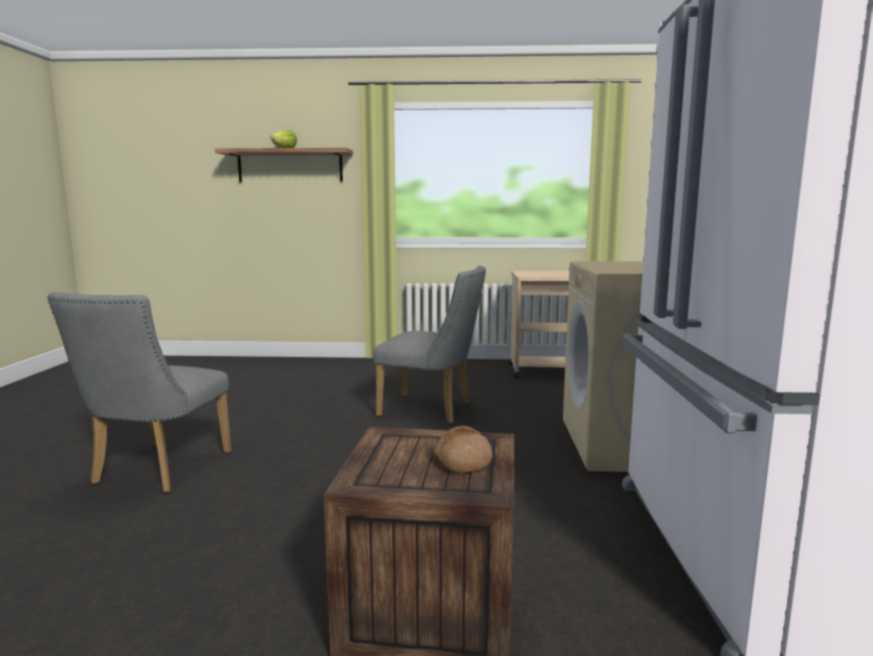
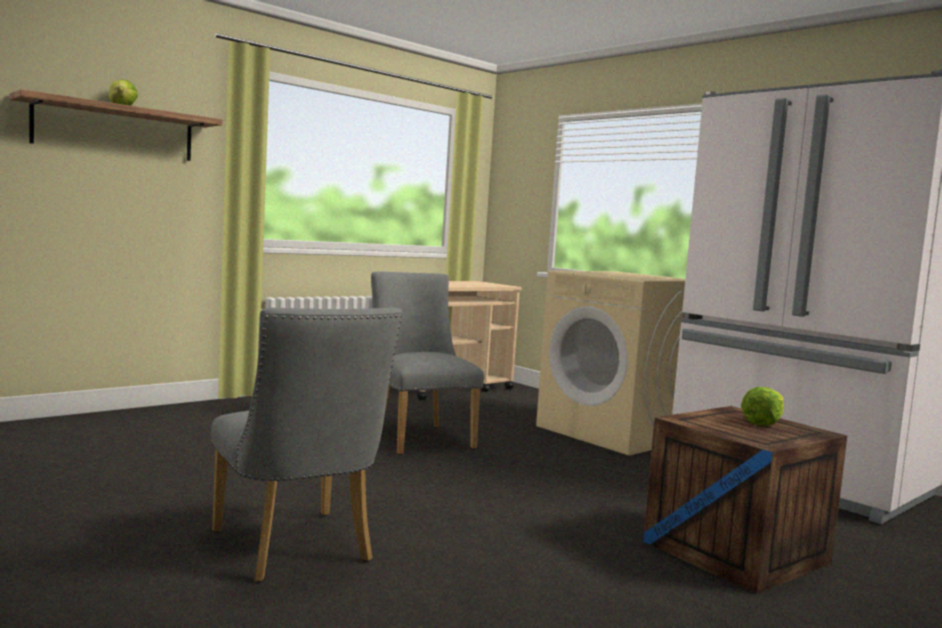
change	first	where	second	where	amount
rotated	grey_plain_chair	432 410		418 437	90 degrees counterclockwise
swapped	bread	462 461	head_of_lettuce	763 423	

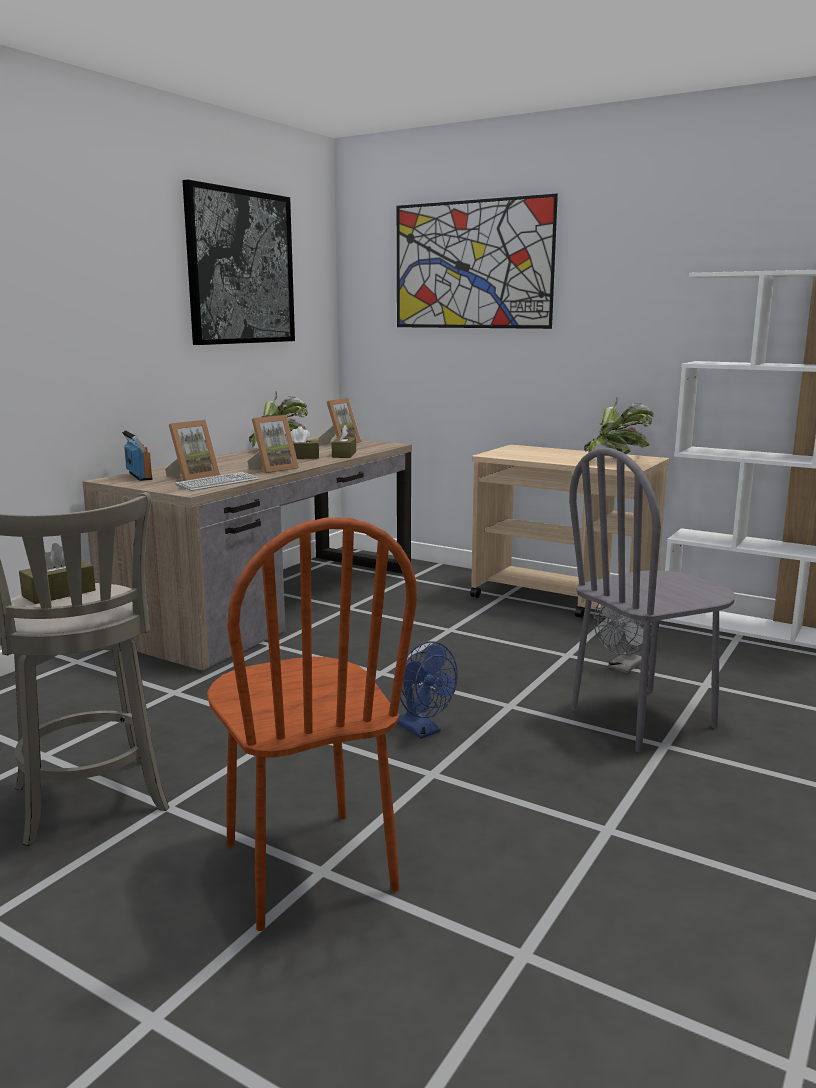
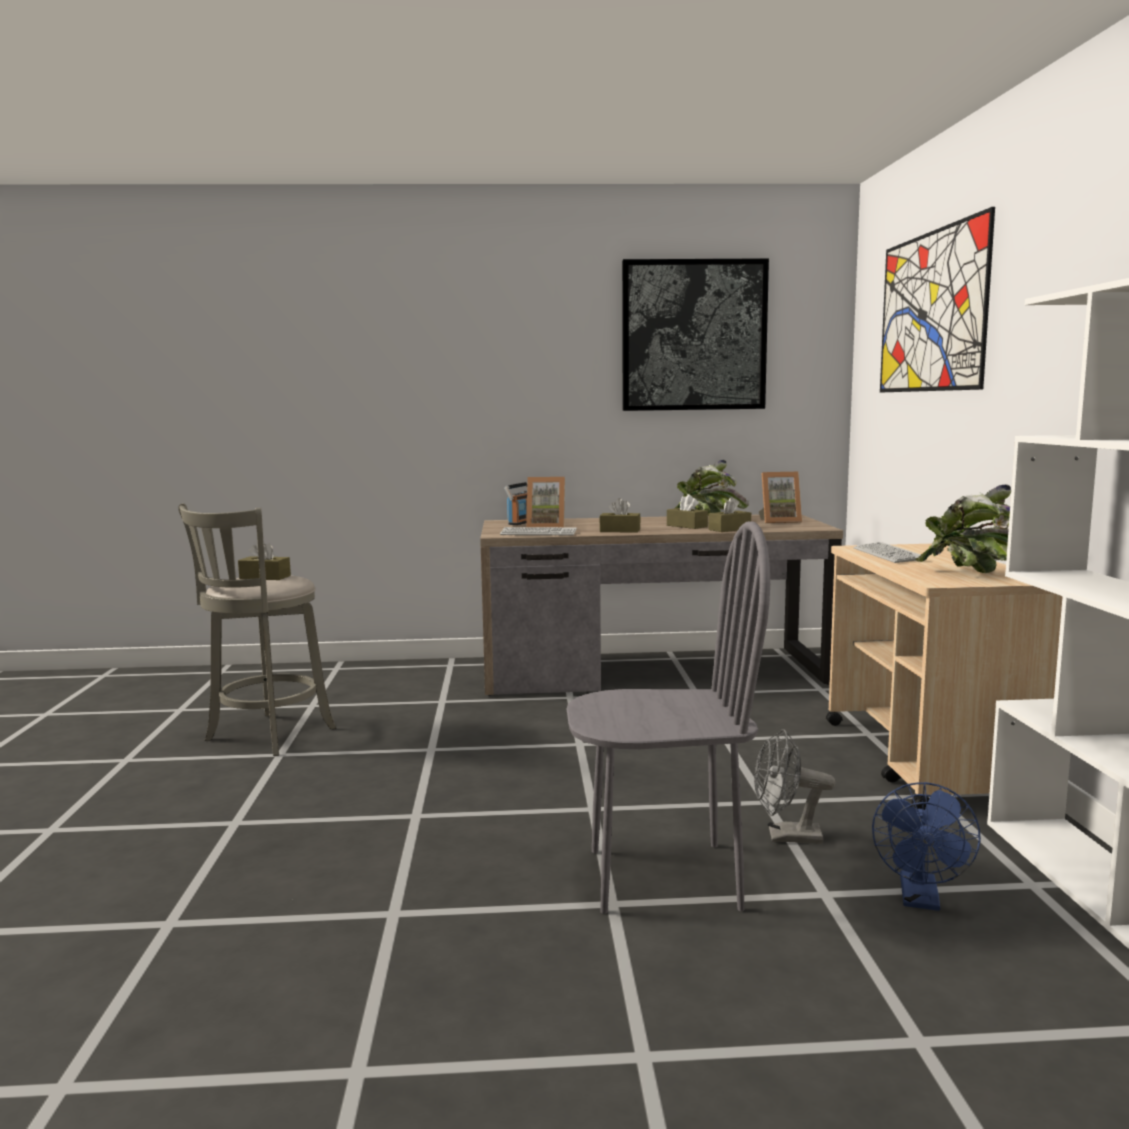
change	first	where	second	where	amount
swapped	photo_frame	273 469	brown-coloured_tissue_holder	620 530	
rotated	grey_plain_chair	643 718		663 877	150 degrees clockwise
gone	brown-coloured_plain_chair	307 867			
shifted	blue_cooling_fan	422 730		921 900	
new			PC_keyboard	888 554	

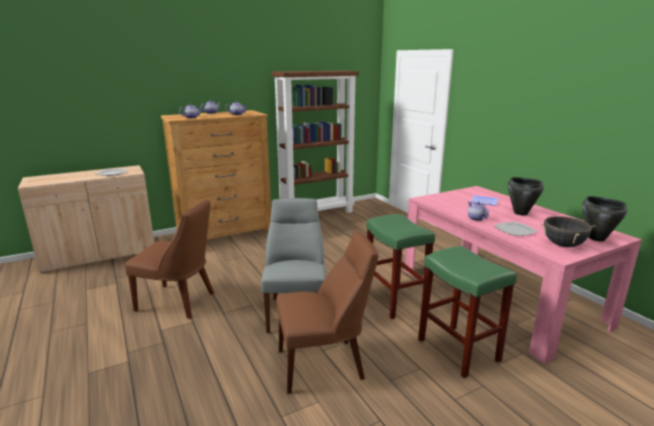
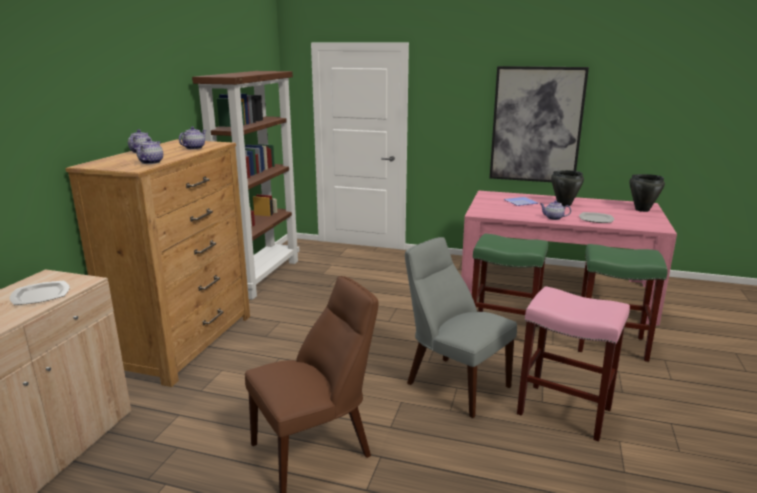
change	first	where	second	where	amount
gone	black-coloured_cooking_pot	563 245			
swapped	brown-coloured_plain_chair	324 364	pinkish_sitting_stool	565 411	
new			picture	536 125	

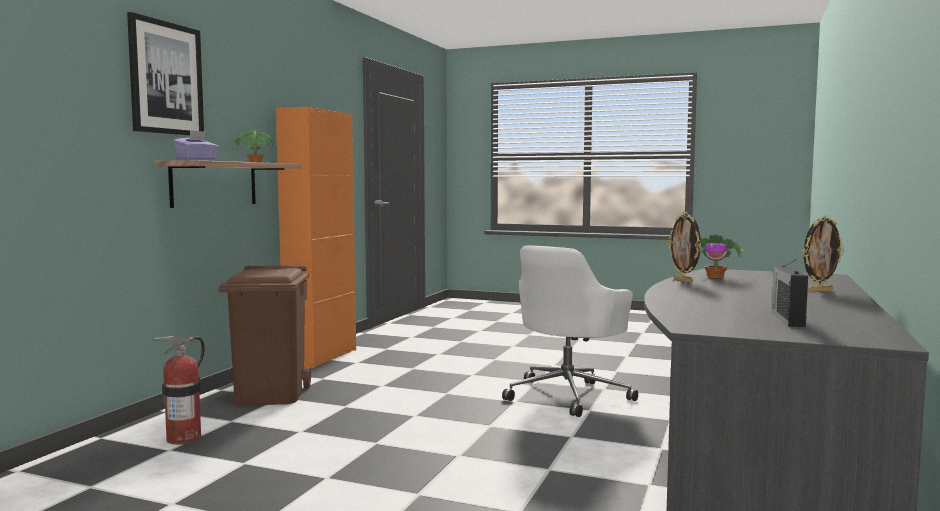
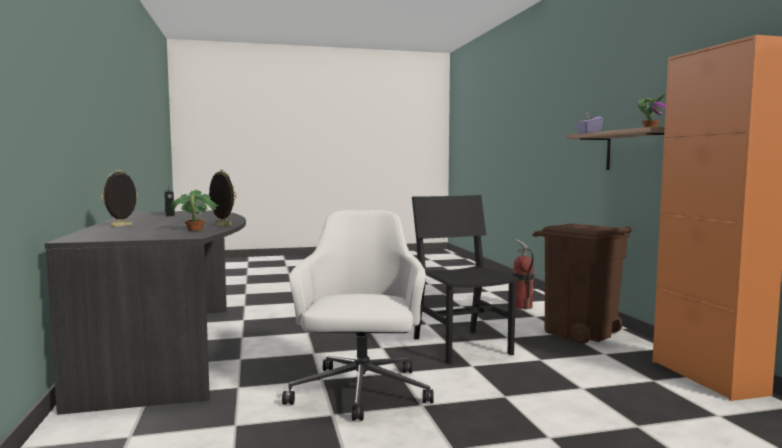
change	first	where	second	where	amount
gone	picture	166 78			
new			black-coloured_plain_chair	461 346	

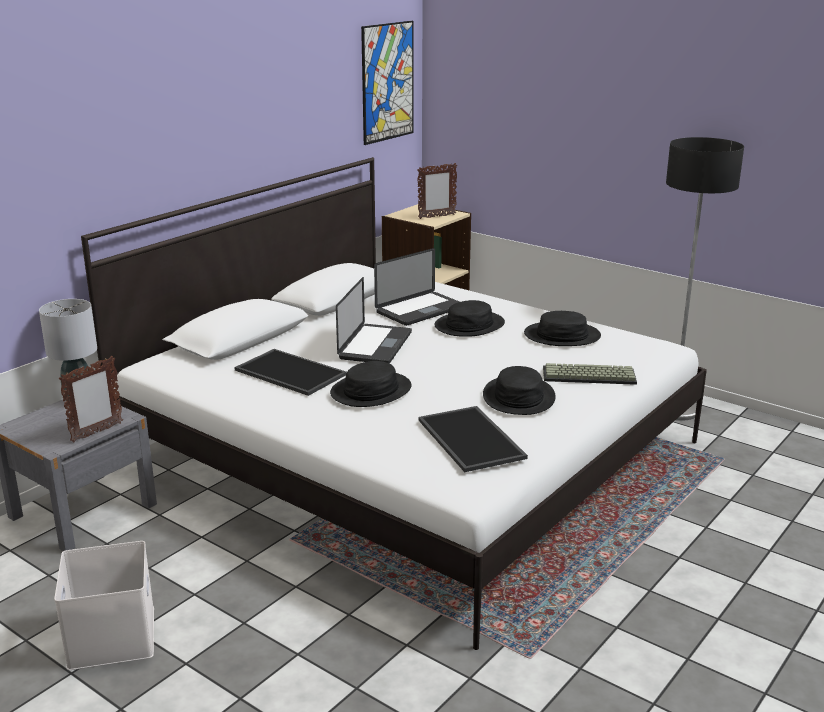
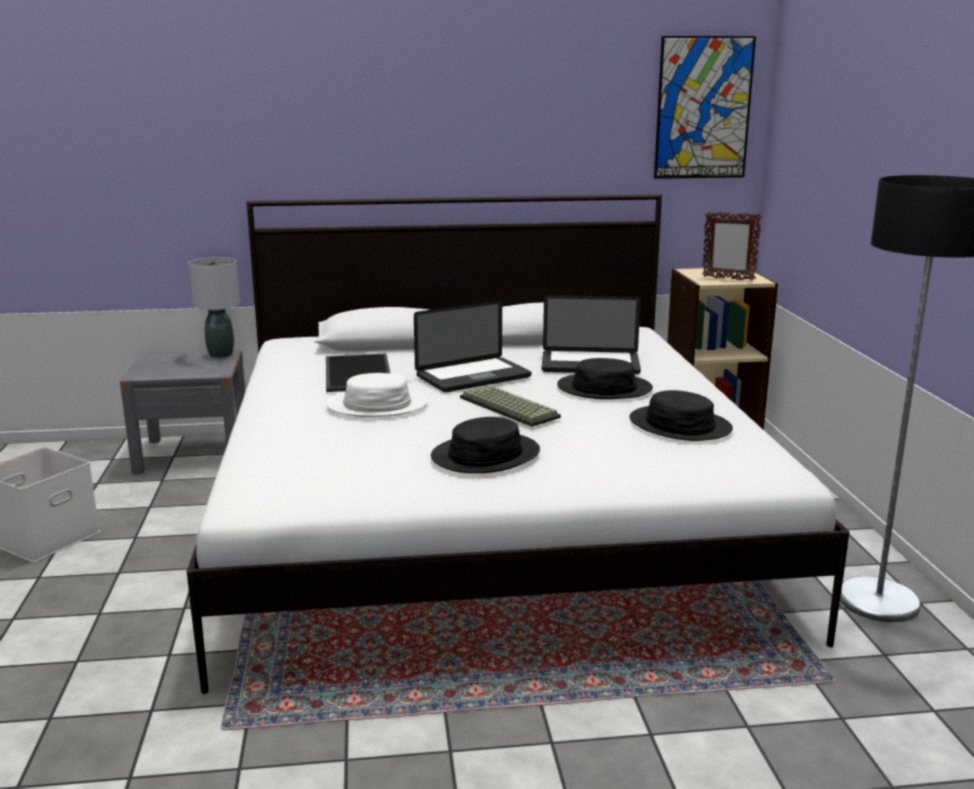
change	first	where	second	where	amount
gone	photo_frame	96 432			
repainted	black-coloured_clothing_hat	371 391	white-coloured_clothing_hat	377 405	
shifted	PC_keyboard	588 376		506 407	
gone	serving_tray	473 439			

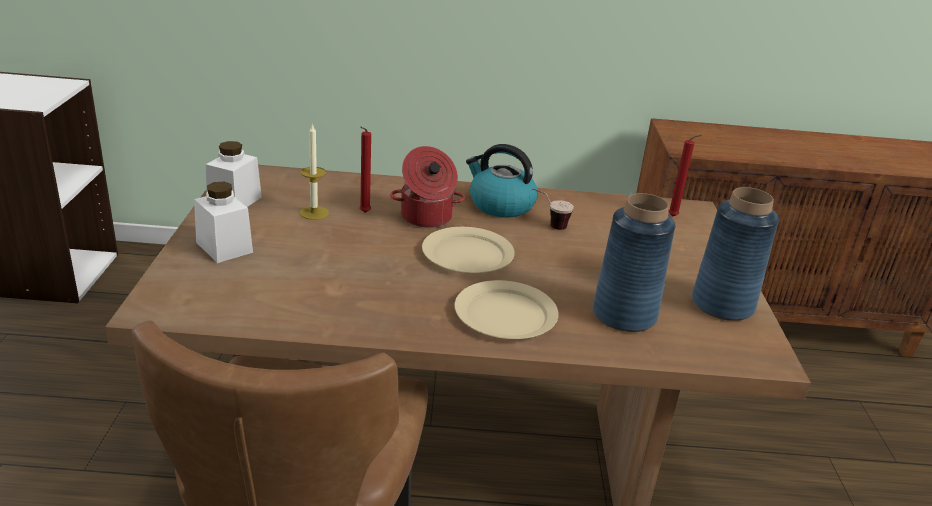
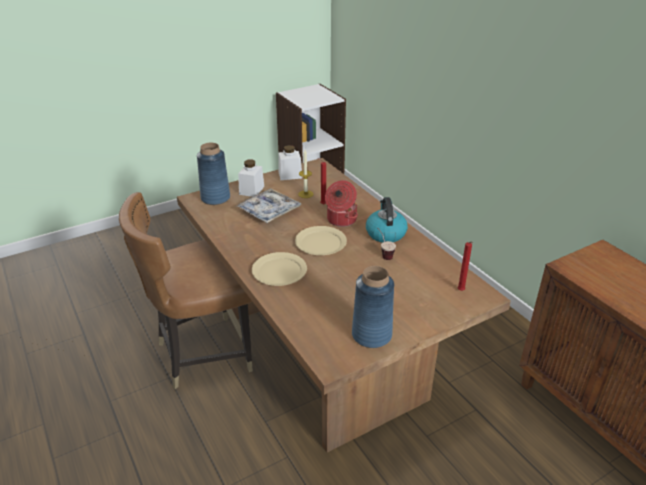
change	first	where	second	where	amount
shifted	blue_decorative_vase	624 315		215 198	
new			serving_tray	269 211	

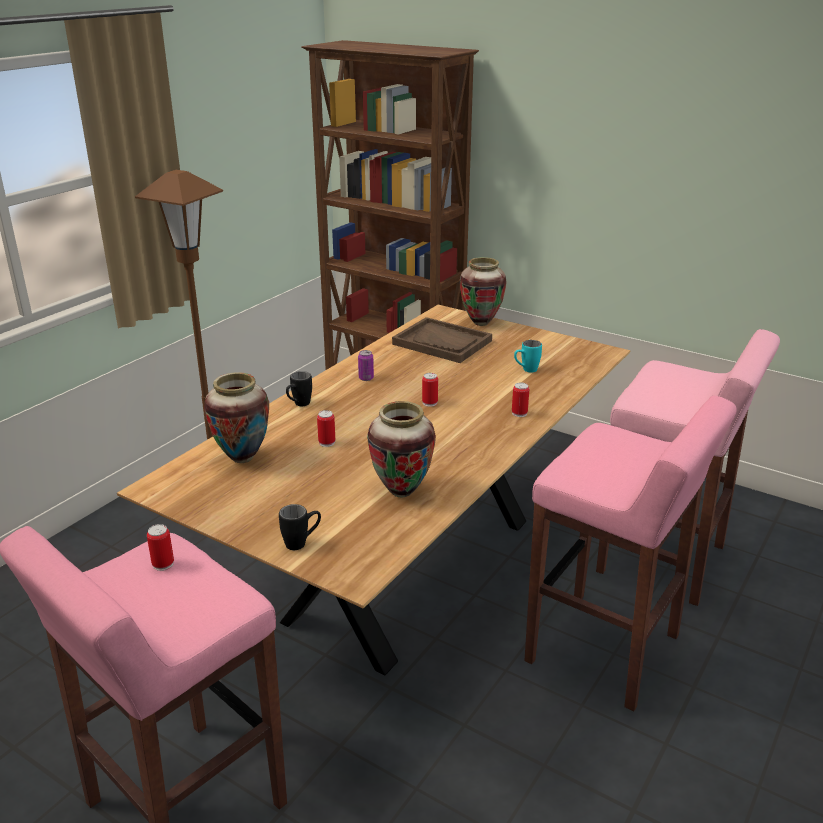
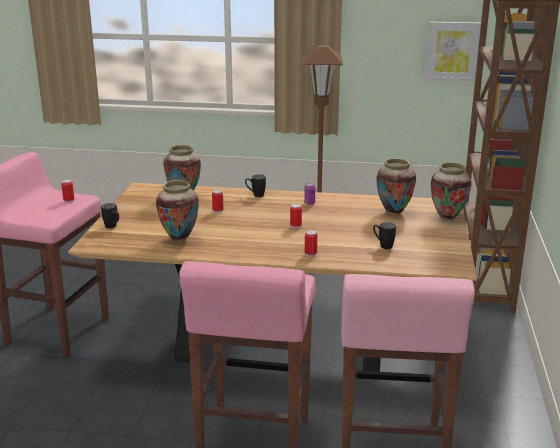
change	first	where	second	where	amount
swapped	brown-coloured_serving_tray	442 342	decorative_vase	393 213	
repainted	turquoise_tea_mug	526 370	black-coloured_tea_mug	383 245	
new			picture	452 51	

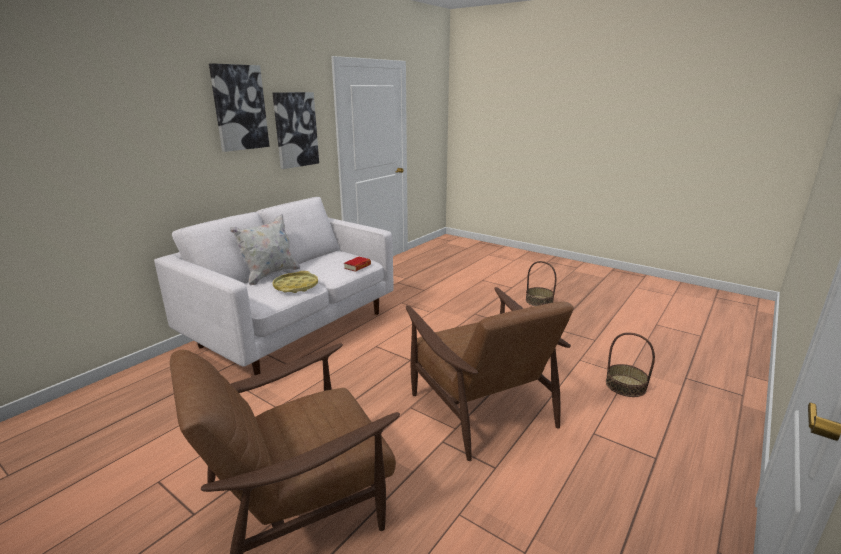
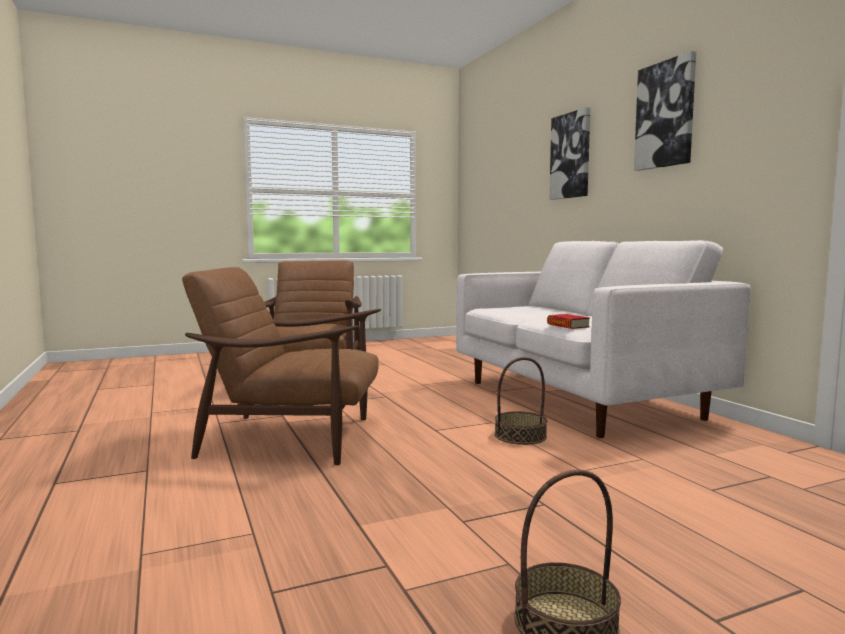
change	first	where	second	where	amount
shifted	picture	295 130		571 156	
gone	white-coloured_cushion	270 275			
gone	yellowish_serving_tray	296 286			
shifted	basket	625 385		520 436	

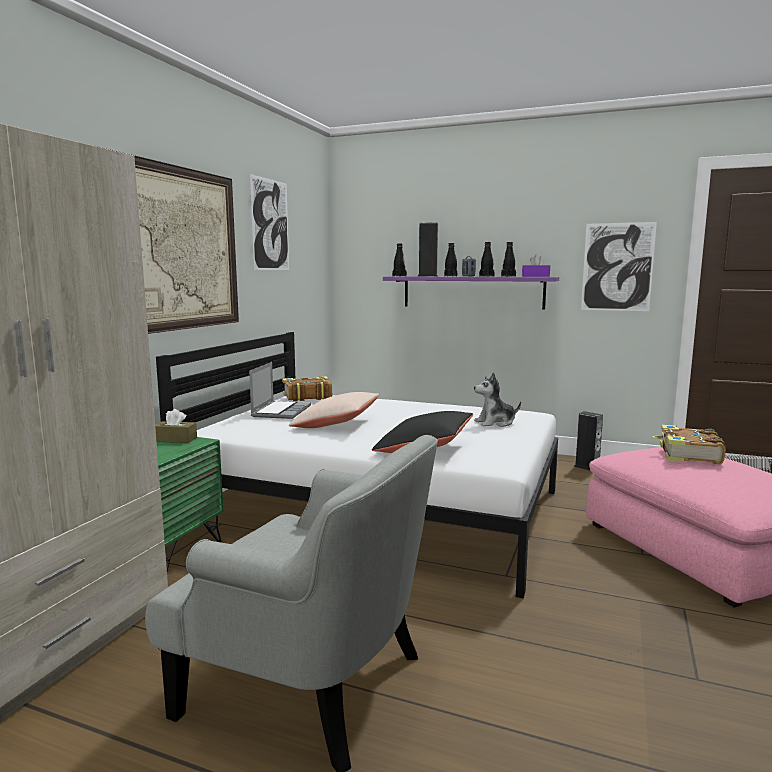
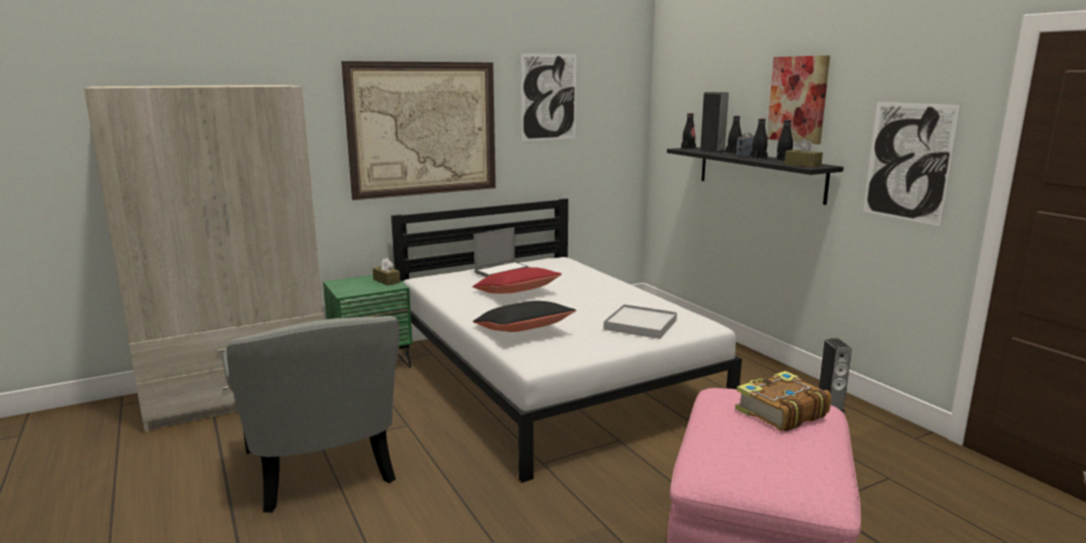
change	first	where	second	where	amount
repainted	purplish_tissue_holder	535 276	brown-coloured_tissue_holder	802 165	
repainted	purplish_shelf	472 292	black-coloured_shelf	759 173	
swapped	soft_toy	495 423	white-coloured_serving_tray	640 325	
gone	bound_book	306 396			
repainted	beige_cushion	336 424	reddish_cushion	516 293	
new			picture	798 99	

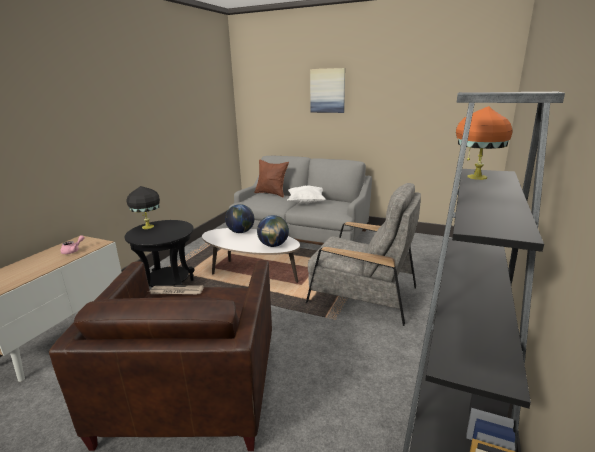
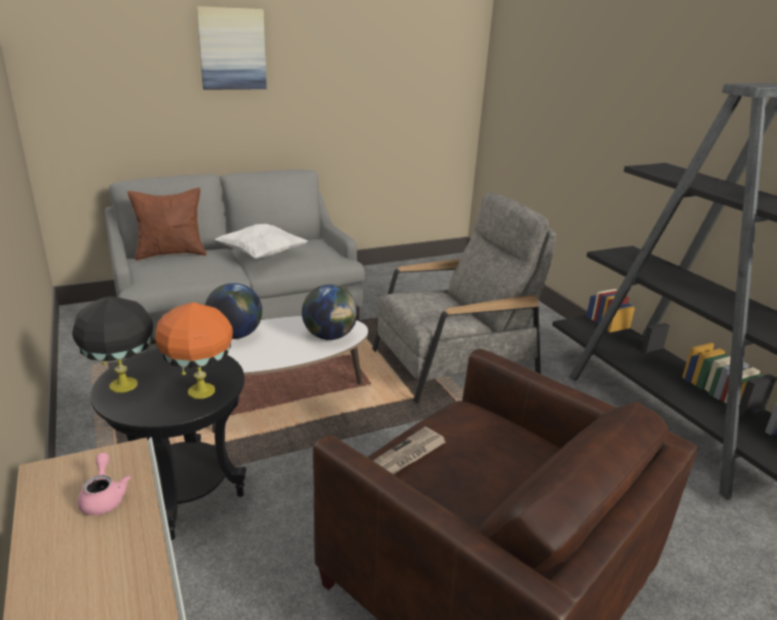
change	first	where	second	where	amount
shifted	orangey_table_lamp	476 177		200 391	

